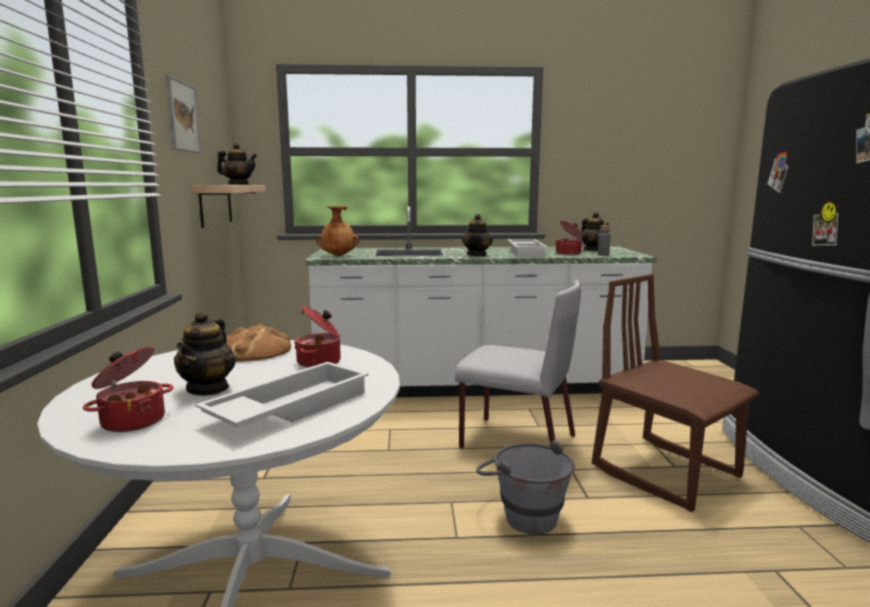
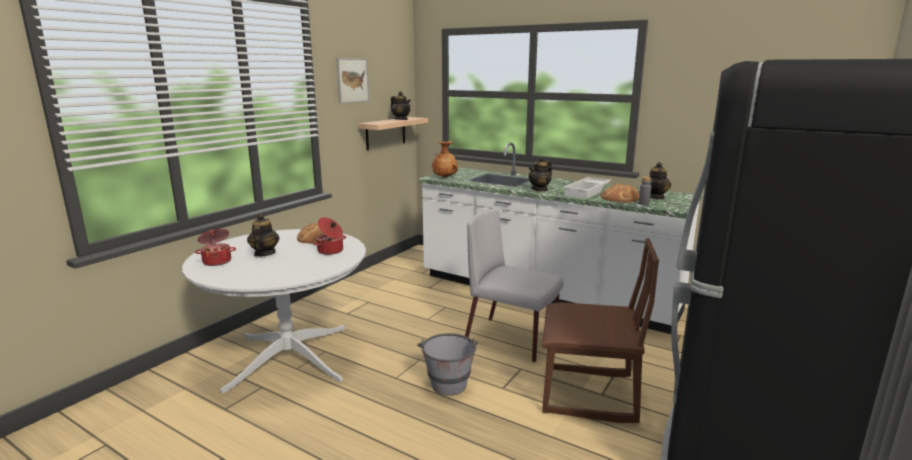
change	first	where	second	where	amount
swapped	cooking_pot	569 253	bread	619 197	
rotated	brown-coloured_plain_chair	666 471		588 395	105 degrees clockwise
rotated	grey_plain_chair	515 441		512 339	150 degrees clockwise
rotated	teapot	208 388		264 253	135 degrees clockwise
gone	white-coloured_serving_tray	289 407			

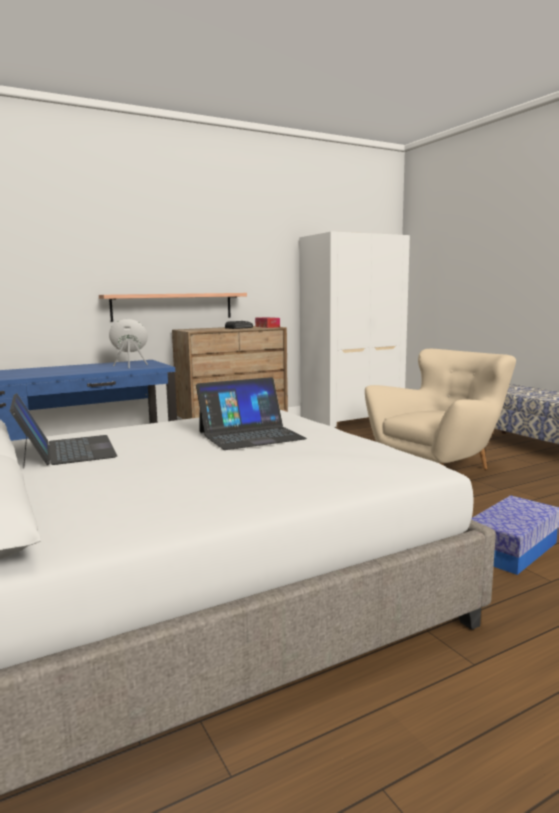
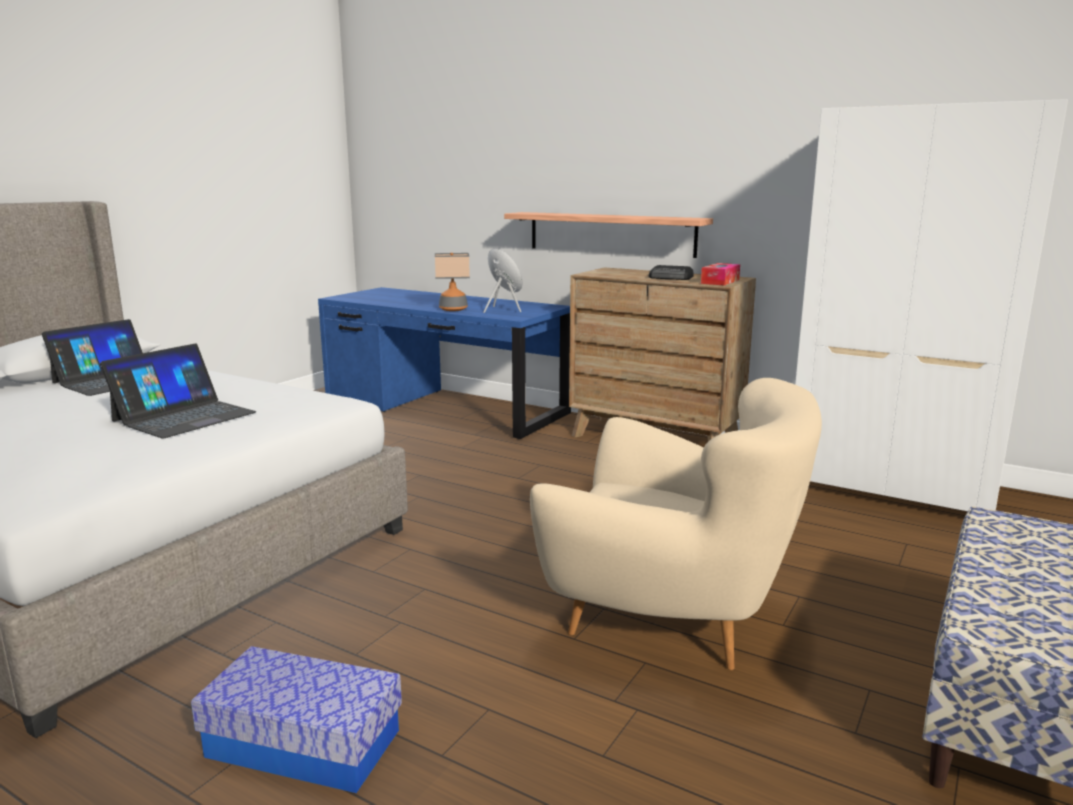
change	first	where	second	where	amount
rotated	portable_computer	250 435		184 416	90 degrees counterclockwise
new			table_lamp	453 309	

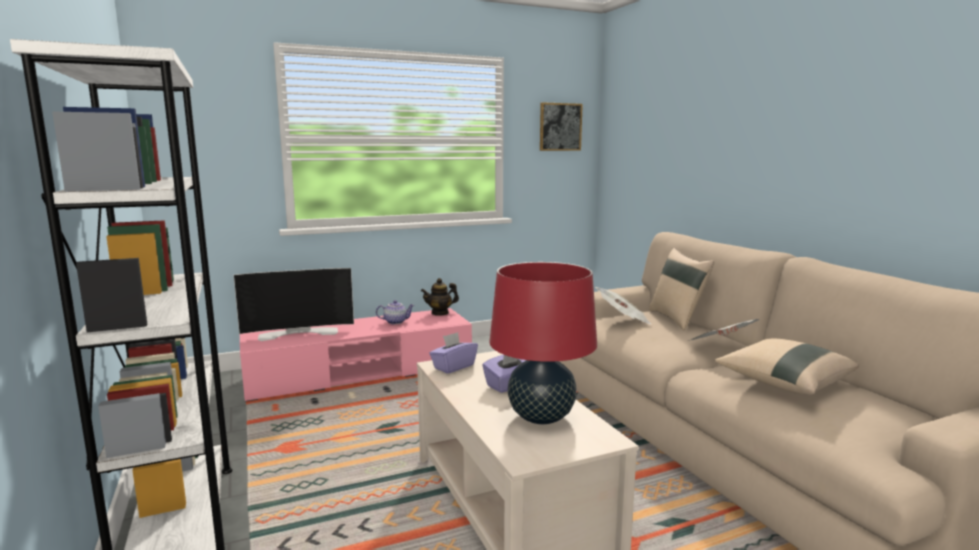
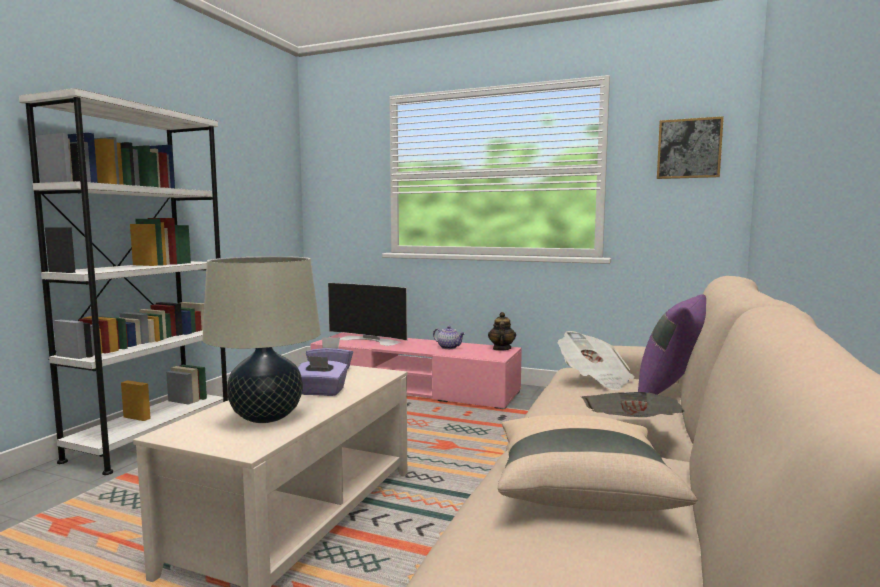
change	first	where	second	where	amount
repainted	beige_cushion	677 319	purplish_cushion	671 395	
repainted	reddish_table_lamp	541 417	beige_table_lamp	266 417	
rotated	teapot	440 313		501 349	75 degrees clockwise

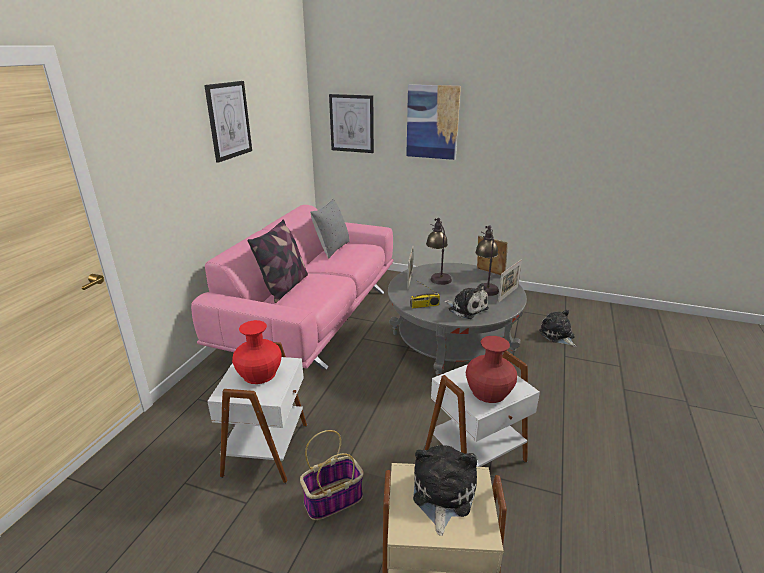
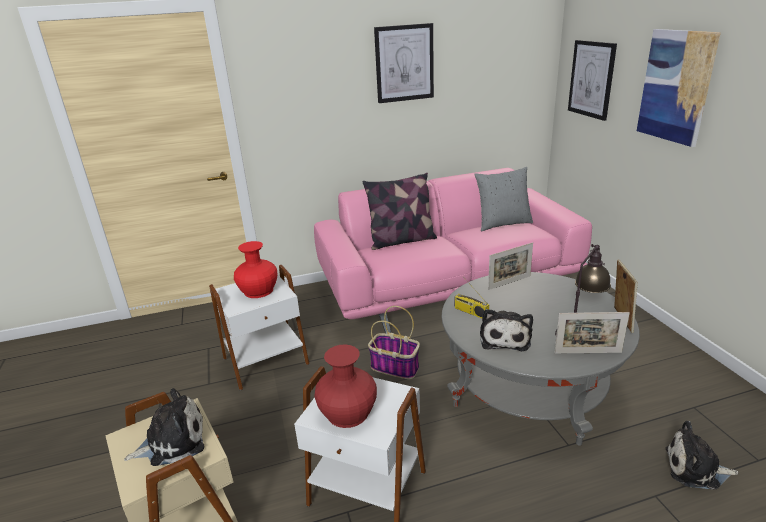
change	first	where	second	where	amount
gone	table_lamp	438 276			
rotated	soft_toy	557 335		695 469	105 degrees counterclockwise
shifted	basket	333 499		396 367	

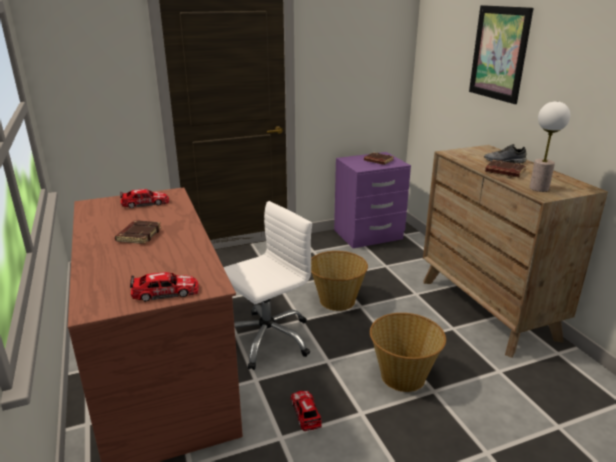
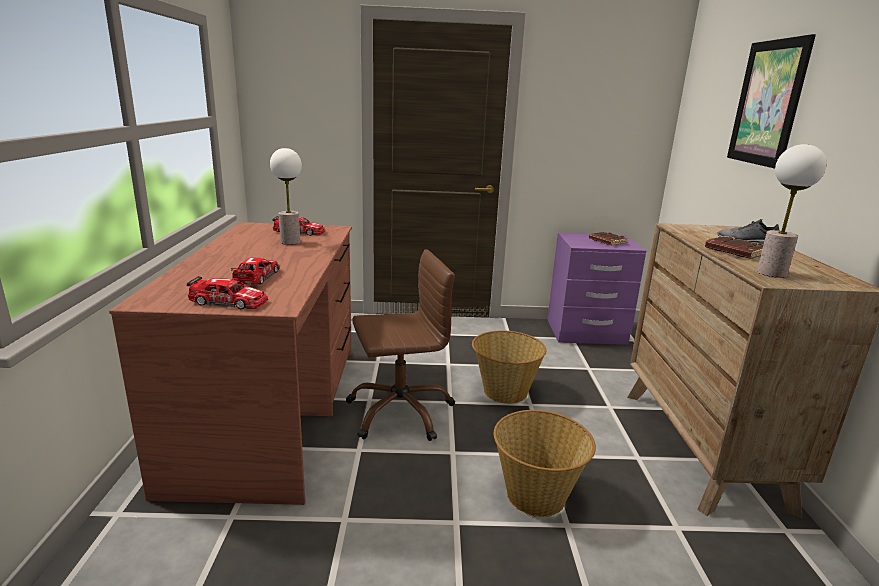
change	first	where	second	where	amount
repainted	white-coloured_office_chair	267 338	brown-coloured_office_chair	400 411	
gone	brown-coloured_bound_book	138 235			
shifted	model_car	306 413		256 277	
new			table_lamp	290 242	

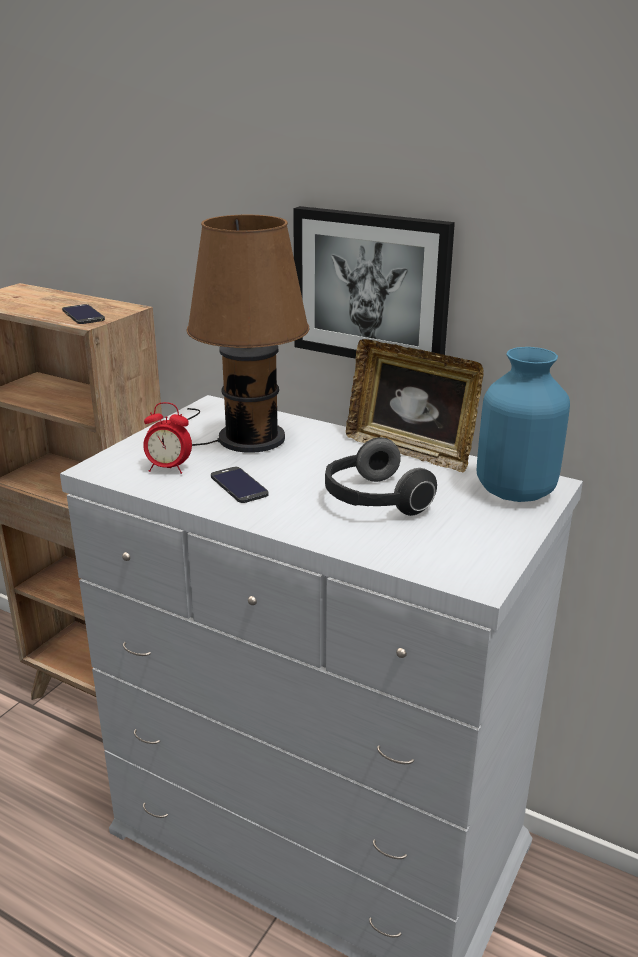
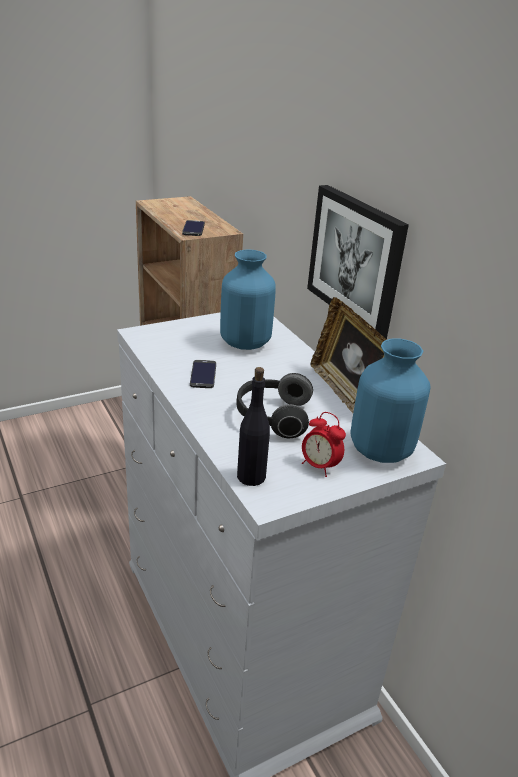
change	first	where	second	where	amount
swapped	brown-coloured_table_lamp	243 438	blue_decorative_vase	245 343	
shifted	alarm_clock	168 469		319 466	
new			black-coloured_bottle	251 476	

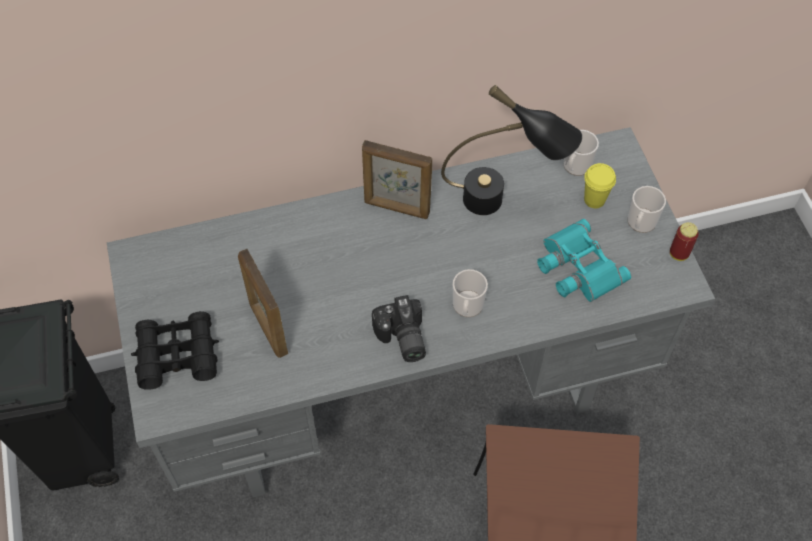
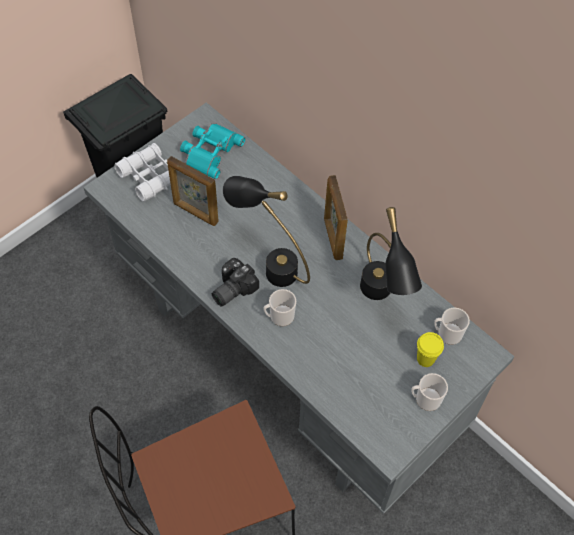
change	first	where	second	where	amount
shifted	turquoise_binoculars	577 267		210 151	
gone	sealed_can	679 253			
rotated	photo_frame	268 328		195 213	90 degrees counterclockwise
repainted	black-coloured_binoculars	177 355	white-coloured_binoculars	150 176	
new			black-coloured_table_lamp	269 264	

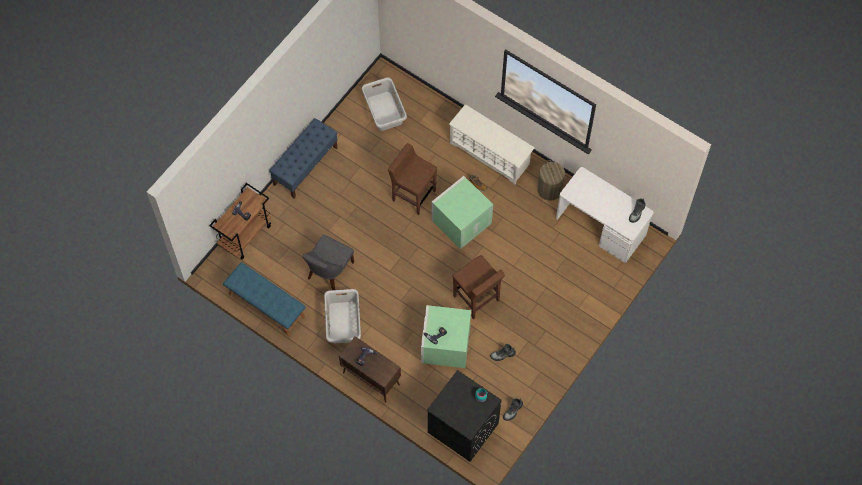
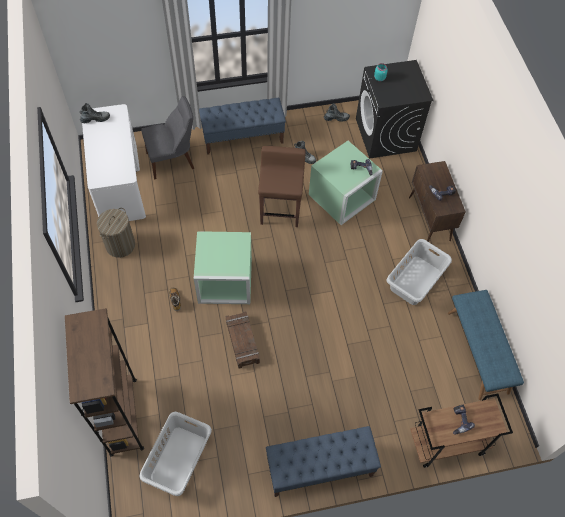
change	first	where	second	where	amount
gone	white-coloured_shoe_rack	490 154			
swapped	brown-coloured_sitting_stool	413 195	crate	242 342	
shifted	grey_plain_chair	329 272		172 160	
new			blue_long_seat	243 137	
new			brown-coloured_shelving_unit	123 416	

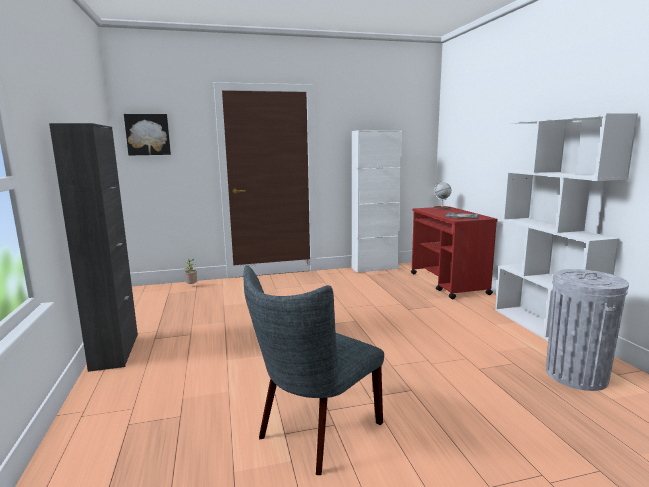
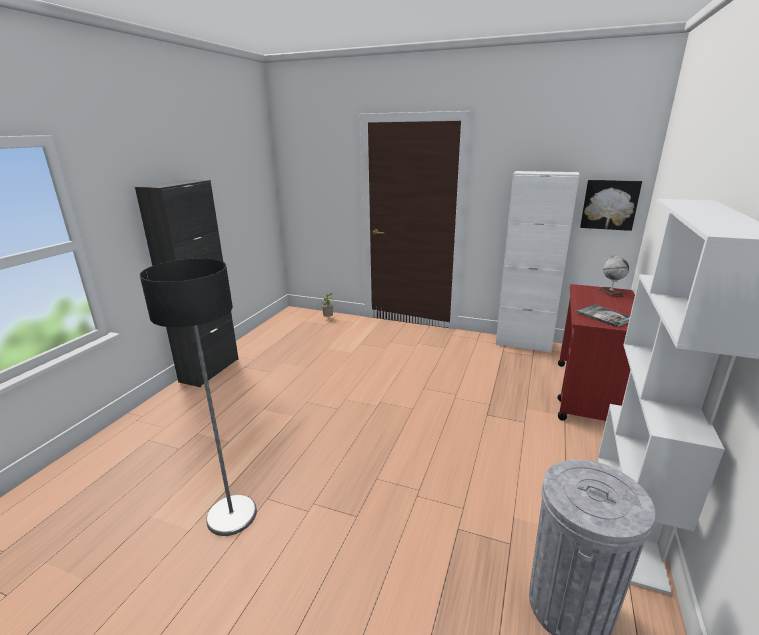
change	first	where	second	where	amount
shifted	picture	148 134		609 204	
swapped	grey_plain_chair	315 433	floor_lamp	231 515	

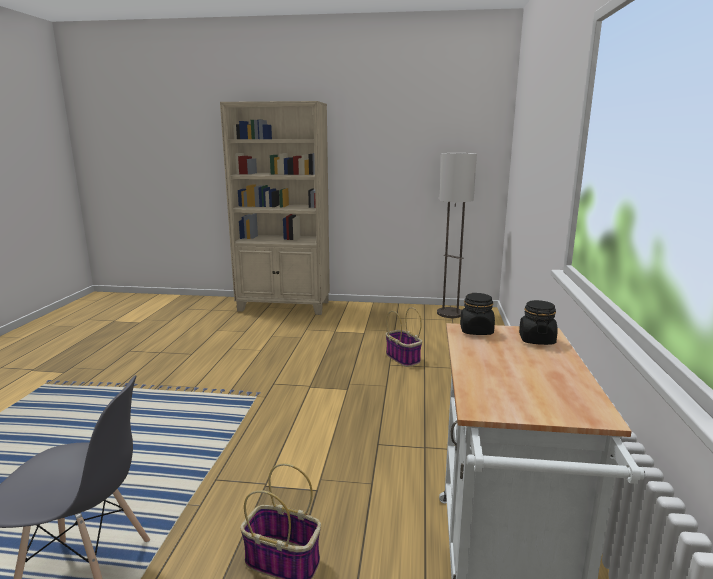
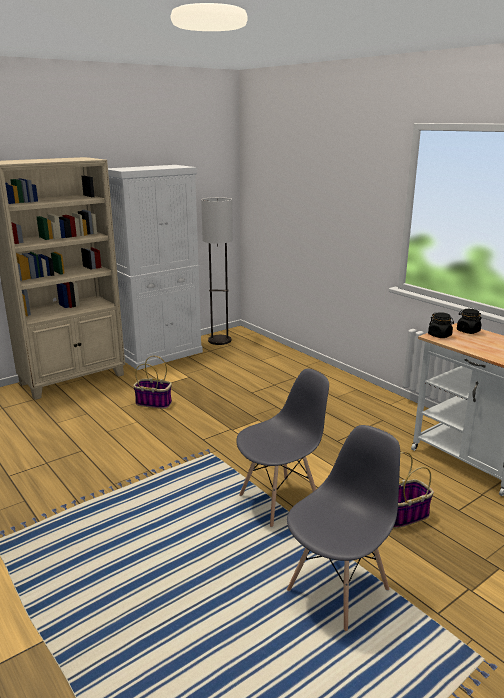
change	first	where	second	where	amount
shifted	basket	403 358		154 403	
new			white-coloured_cupboard	162 355	
new			grey_plain_chair	280 501	

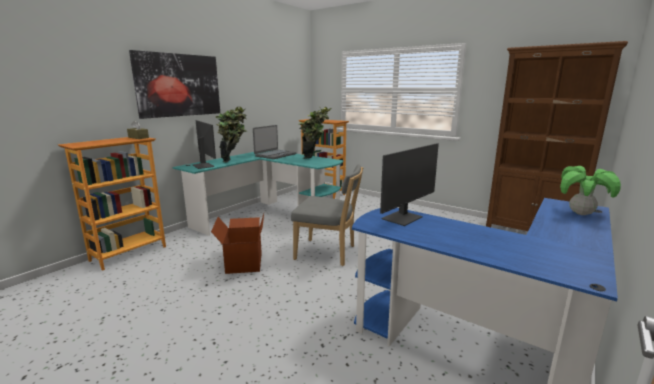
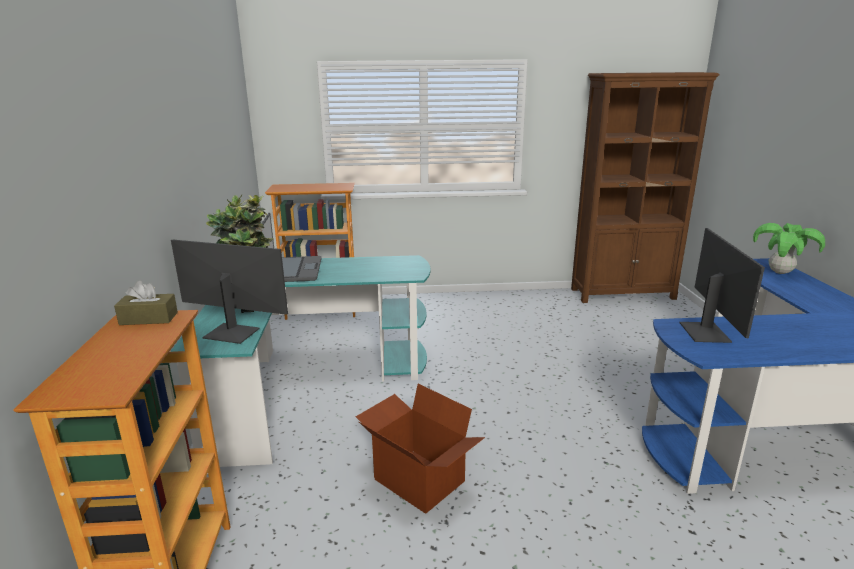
change	first	where	second	where	amount
gone	picture	179 85			
gone	houseplant	315 159			
gone	grey_plain_chair	328 253			

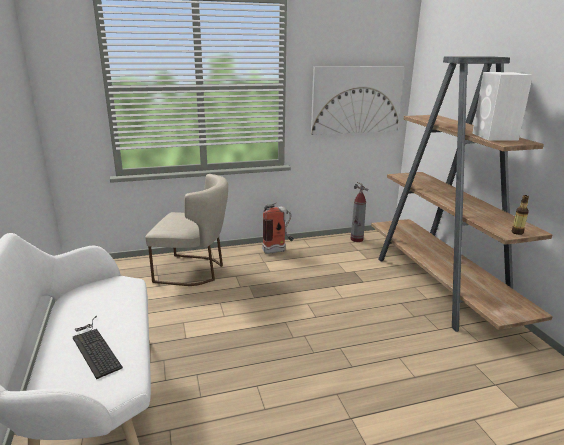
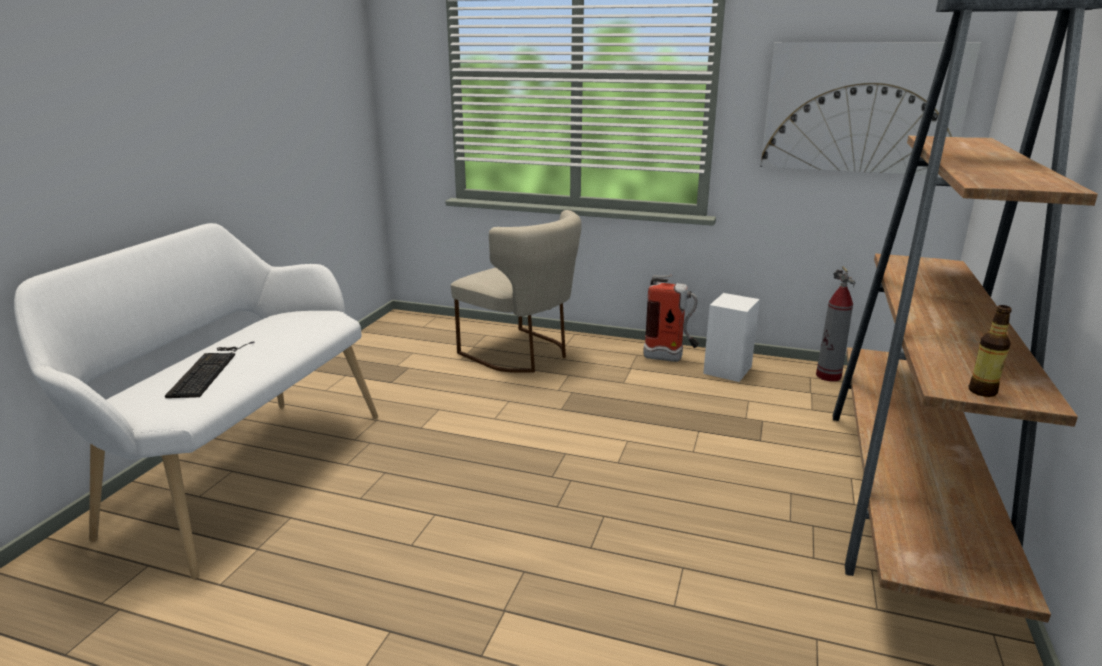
change	first	where	second	where	amount
shifted	white-coloured_speaker	495 137		727 370	

